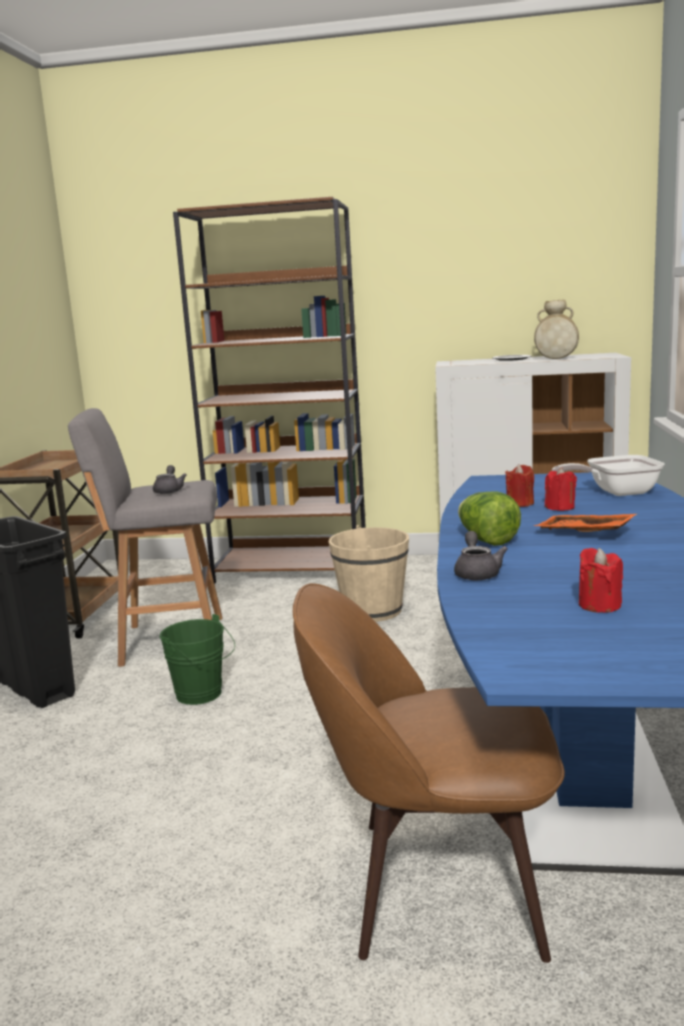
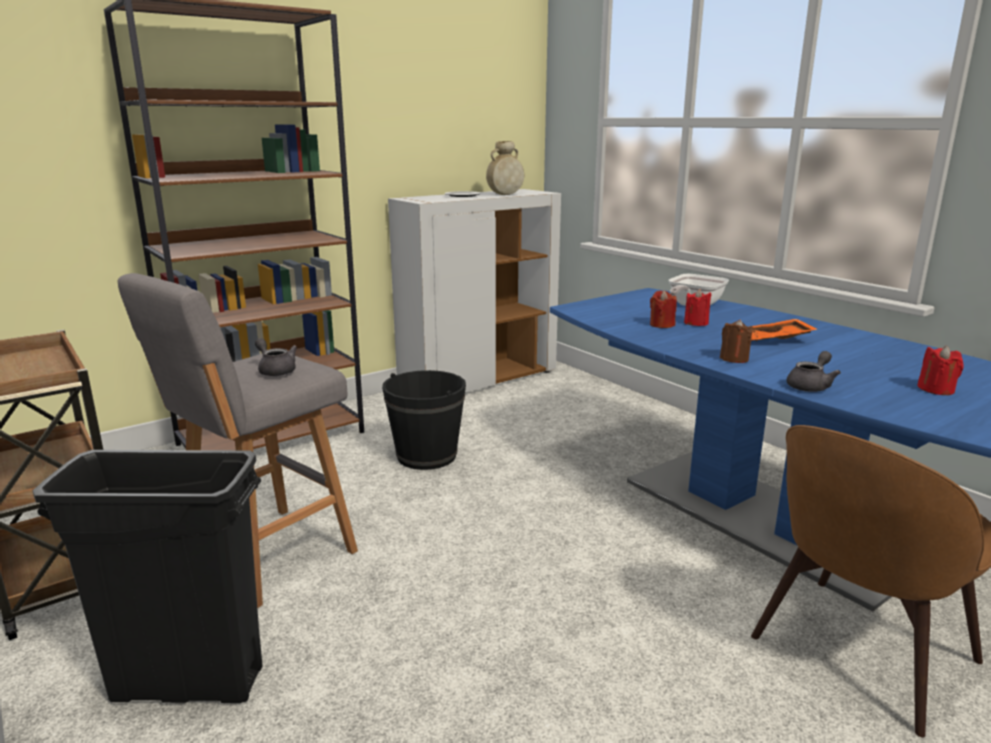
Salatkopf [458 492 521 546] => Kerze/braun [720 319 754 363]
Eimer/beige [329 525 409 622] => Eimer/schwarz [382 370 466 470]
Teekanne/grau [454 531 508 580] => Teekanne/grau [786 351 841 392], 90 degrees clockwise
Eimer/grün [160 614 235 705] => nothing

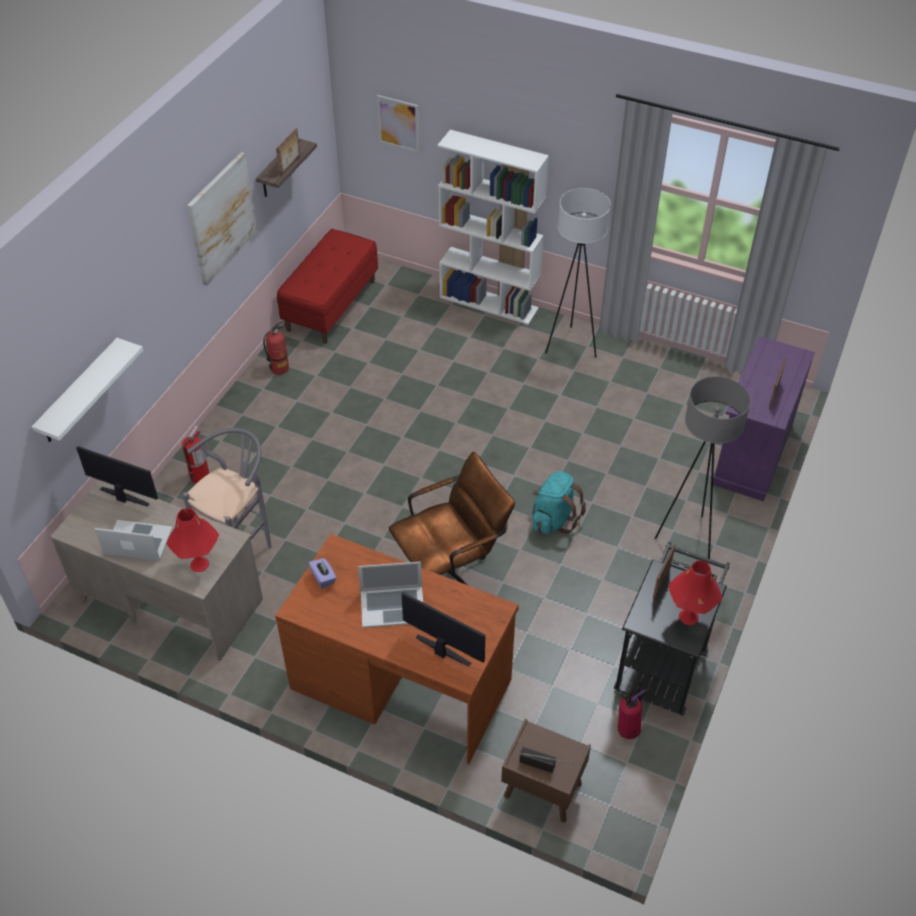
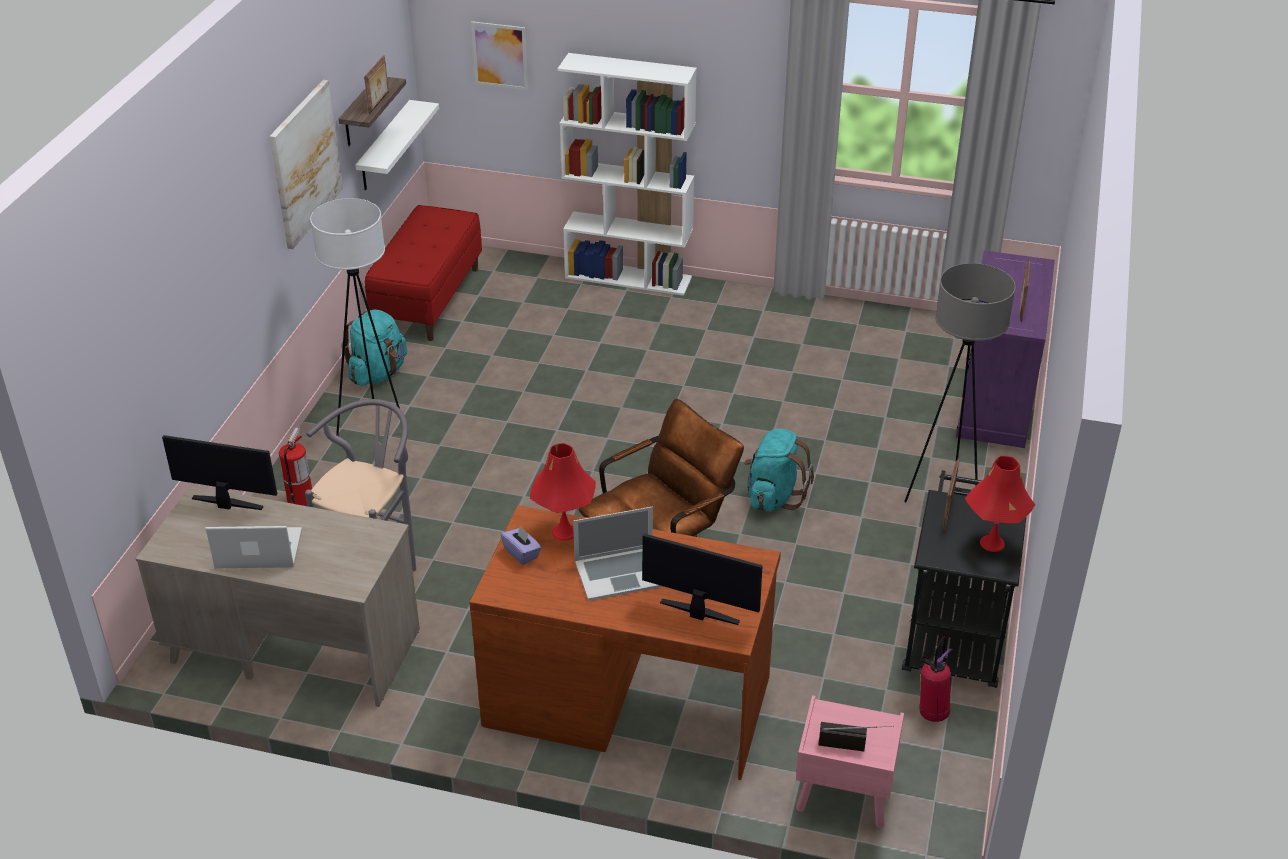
Stehlampe/weiß [545 188 611 357] => Stehlampe/weiß [310 198 400 436], relocated
Feuerlöscher [263 320 289 375] => Rucksack/türkis [341 310 407 386]
Wandregal/weiß [32 338 143 442] => Wandregal/weiß [356 100 439 190], relocated
Tischlampe/rot [166 508 219 572] => Tischlampe/rot [530 443 596 541], relocated
Nachttisch/braun [501 718 591 823] => Nachttisch/rosa [796 695 904 828]

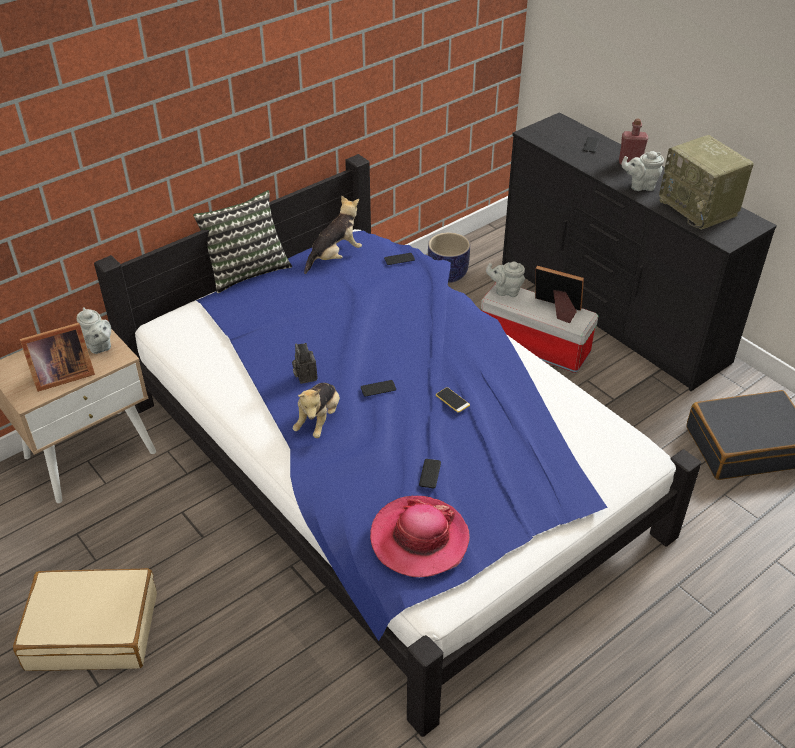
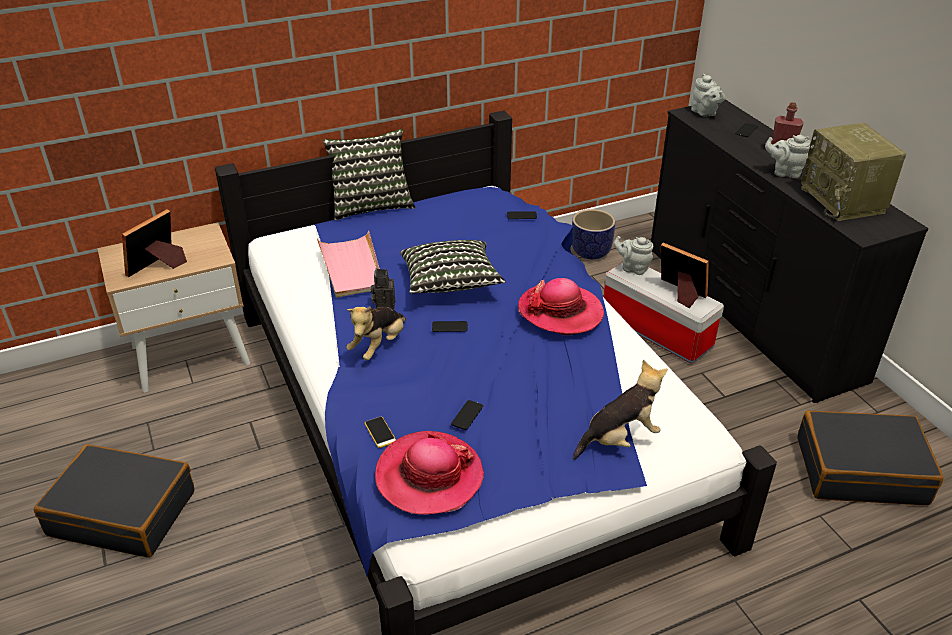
Plüschtier [304 195 362 274] => Plüschtier [573 360 668 460], relocated
Teekanne/grau [77 307 111 354] => Teekanne/grau [691 74 725 117], relocated
Bilderrahmen [20 323 95 392] => Bilderrahmen [122 209 187 277], 135 degrees clockwise
Handy [436 387 470 413] => Handy [365 417 396 448], relocated
Koffer/beige [13 568 157 671] => Koffer/schwarz [34 444 195 558]
nothing => Tablett/rosa [317 231 380 298]
nothing => Kissen [400 240 505 293]
nothing => Hut [518 278 604 336]

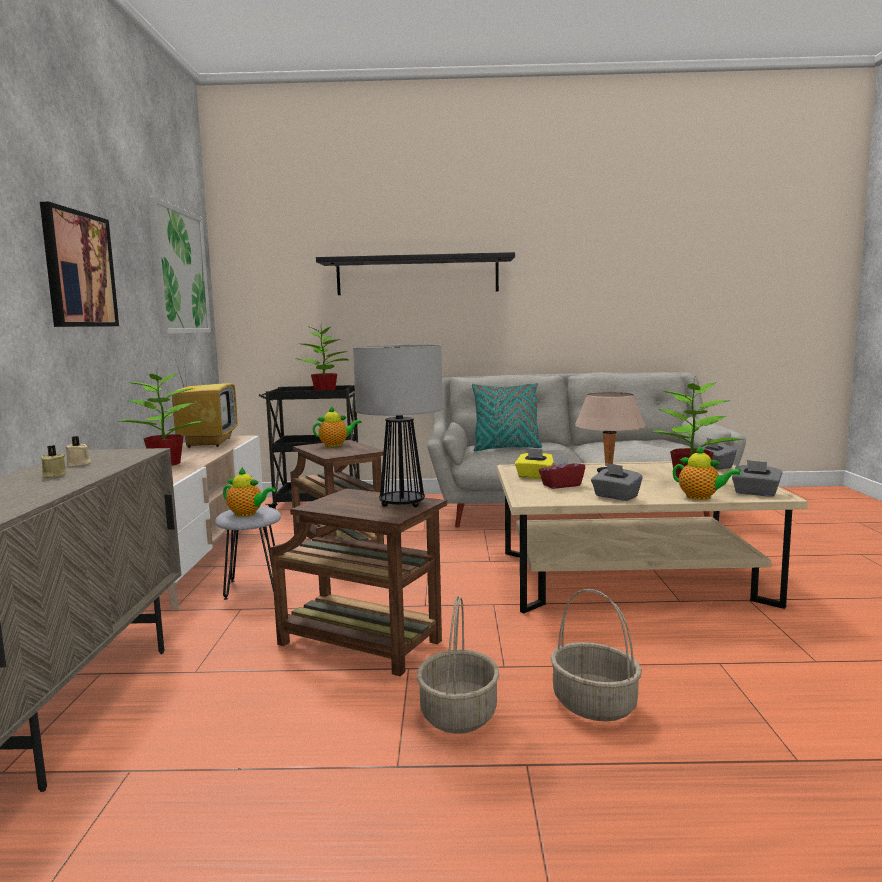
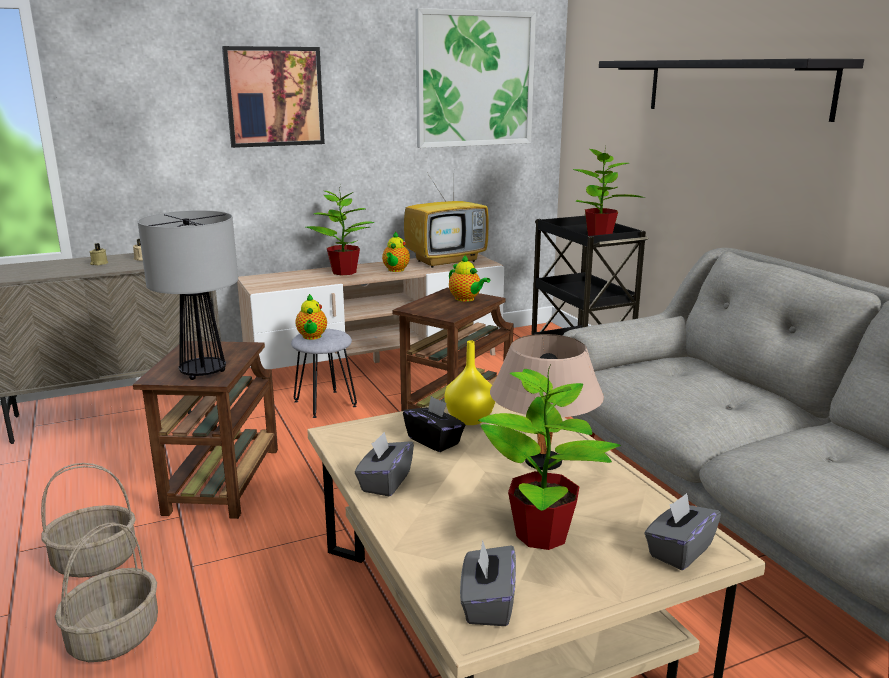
Kissen/türkis [472 383 542 451] => nothing
Teekanne [673 445 741 500] => Teekanne [382 232 410 272], relocated
Taschentuchbox/gelb [515 448 554 479] => Vase/gelb [444 340 495 425]
Taschentuchbox/rot [539 453 585 489] => Taschentuchbox/schwarz [403 396 466 452]

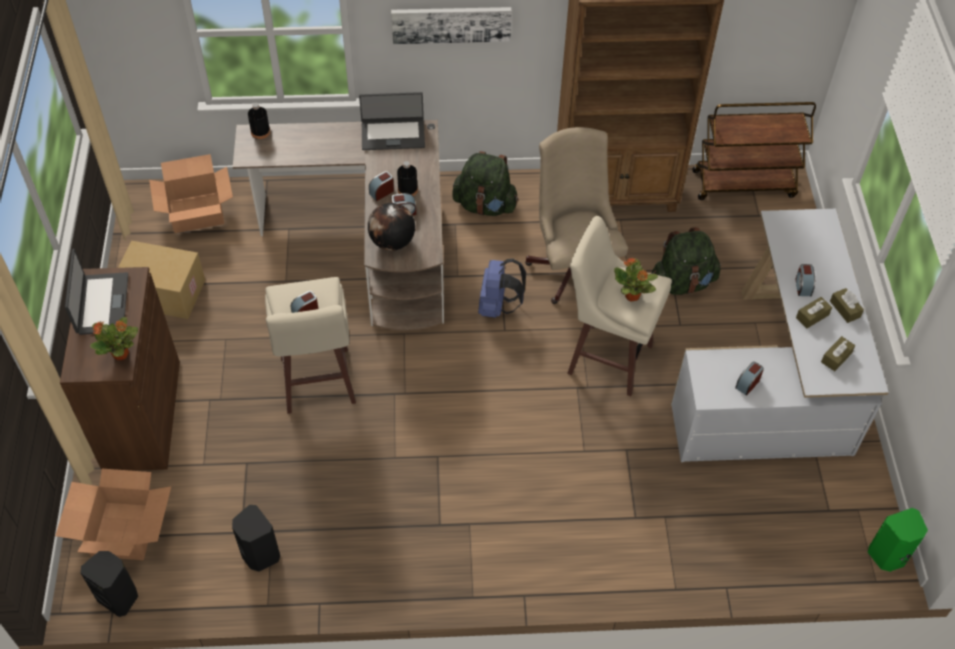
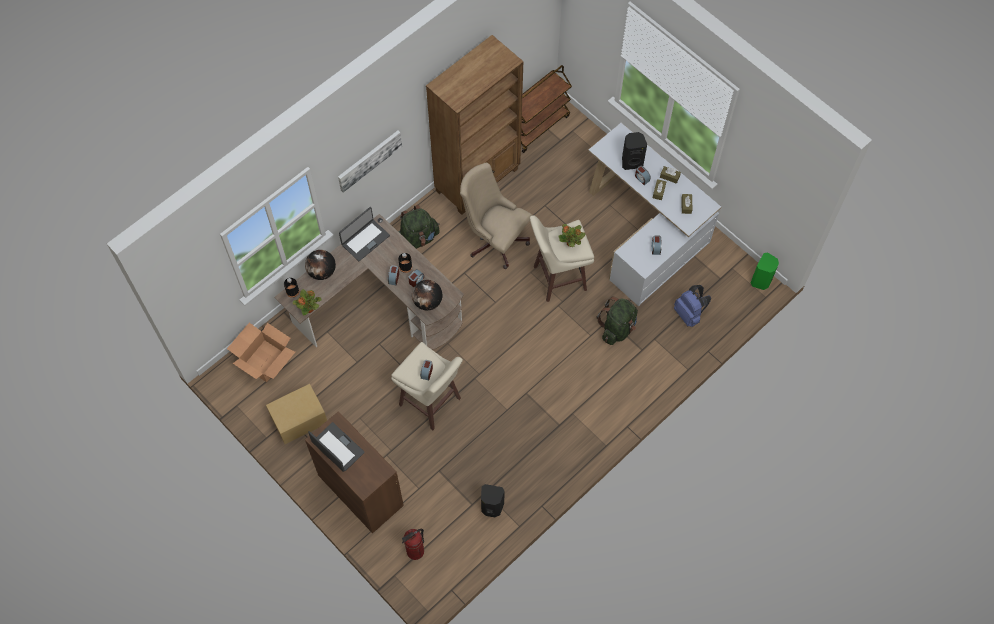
Rucksack/grün [651 227 721 295] => Rucksack/grün [596 297 638 345], relocated
Rucksack/blau [478 259 526 318] => Rucksack/blau [674 285 711 327], relocated
Topfpflanze [90 317 138 360] => Topfpflanze [293 289 322 316], relocated
Karton [55 469 171 560] => Feuerlöscher [402 529 424 560]
Lautsprecher/schwarz [81 551 138 617] => Lautsprecher/schwarz [622 132 647 170], relocated
nothing => Globus [305 250 336 280]

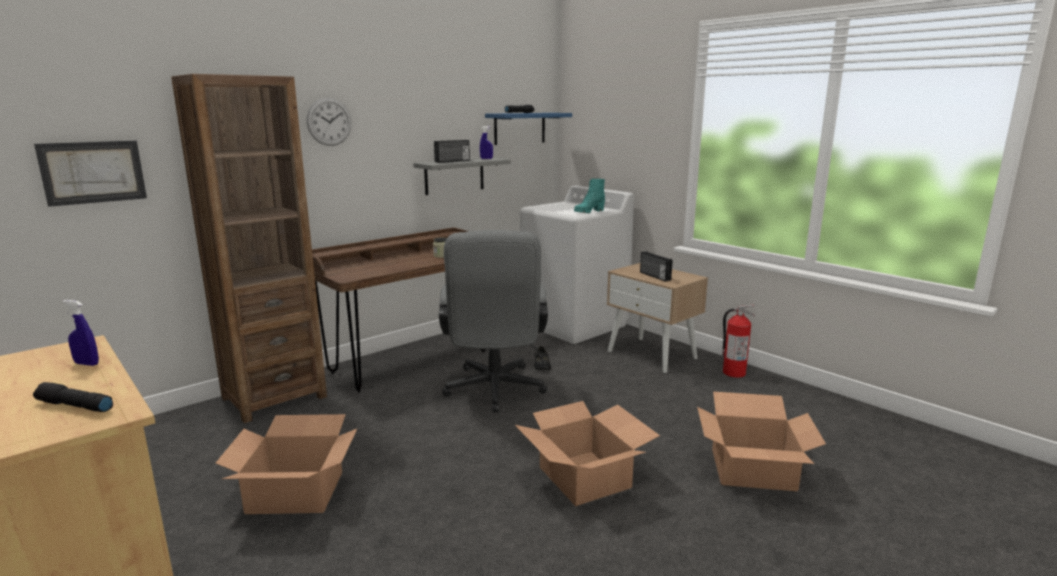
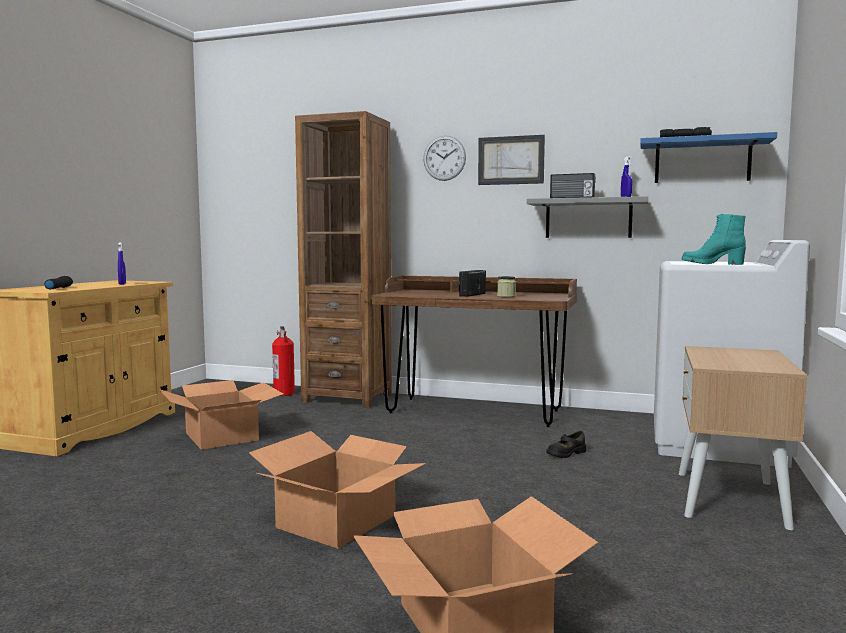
Bild [34 141 147 207] => Bild [478 135 545 185], relocated
Bürostuhl/grau [439 230 548 412] => nothing
Radio [640 251 673 282] => Radio [459 270 486 297], relocated
Feuerlöscher [723 304 755 378] => Feuerlöscher [272 326 295 396], relocated

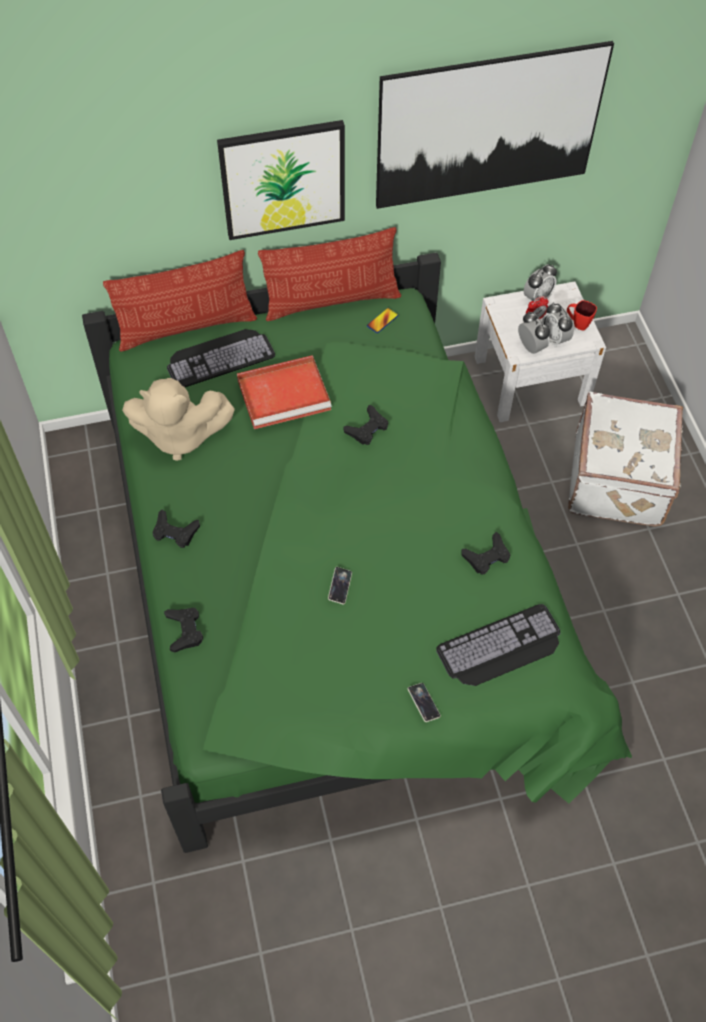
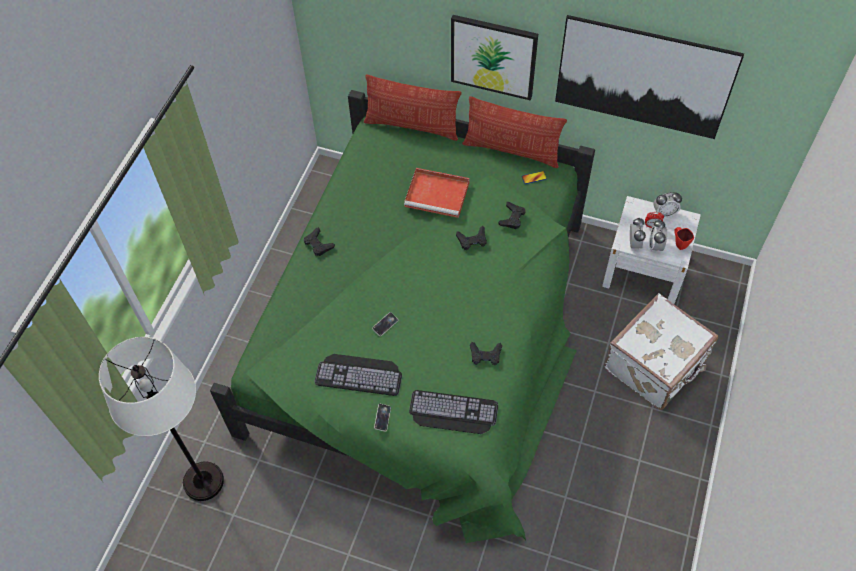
Tastatur [167 329 275 387] => Tastatur [315 354 402 396], relocated
Plüschtier/beige [122 378 235 461] => nothing
Gamepad/schwarz [164 608 203 652] => Gamepad/schwarz [498 202 526 229], relocated
nothing => Stehlampe/weiß [99 337 224 501]

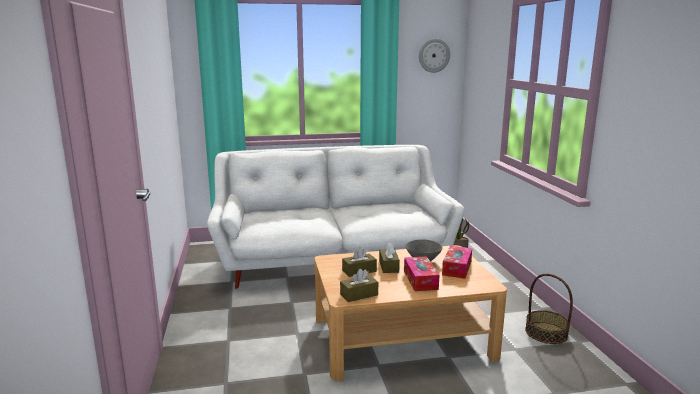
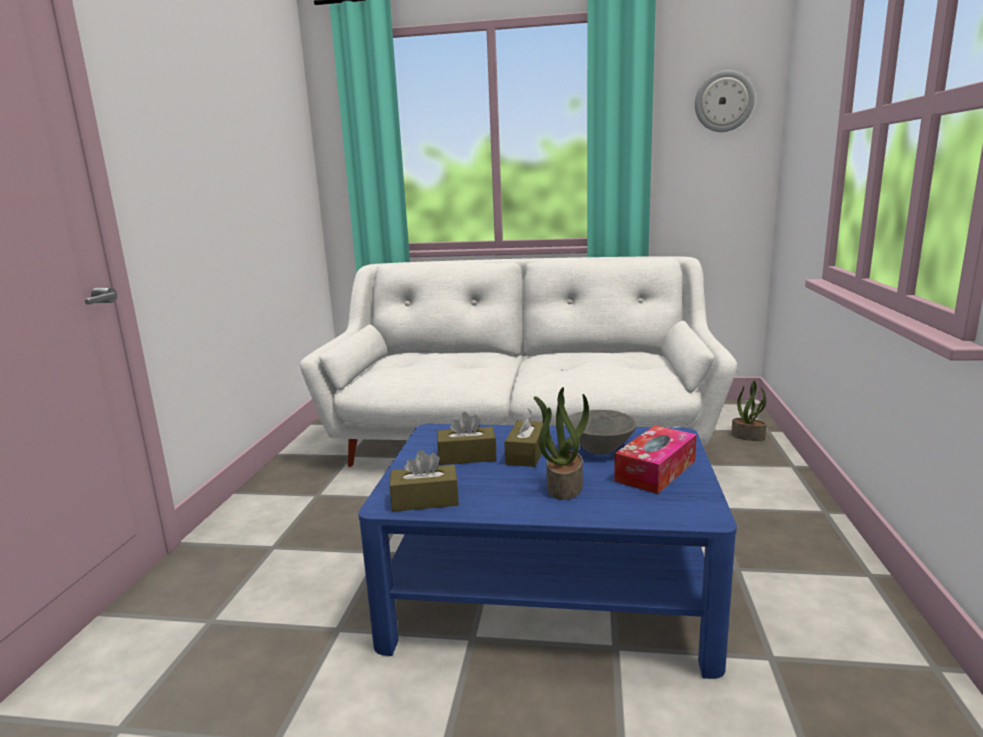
Couchtisch/beige [314 245 507 381] => Couchtisch/blau [358 424 737 679]
Taschentuchbox [404 256 439 291] => Topfpflanze [534 387 589 500]
Korb [525 274 573 344] => nothing

